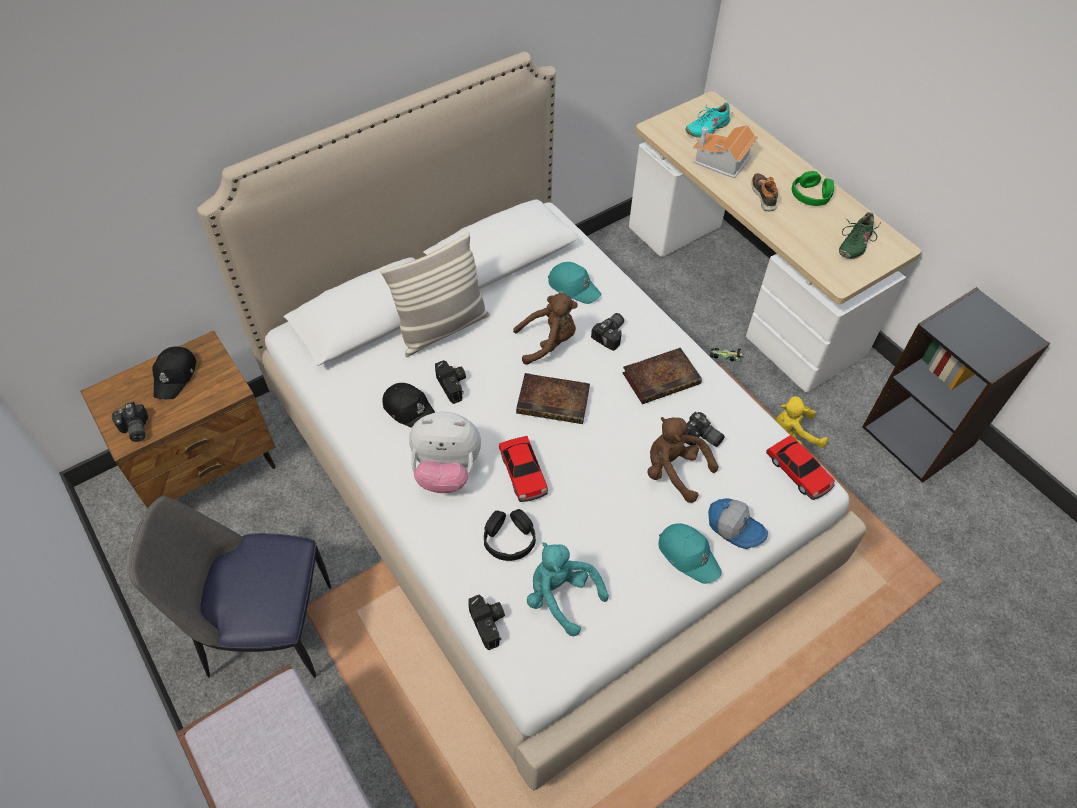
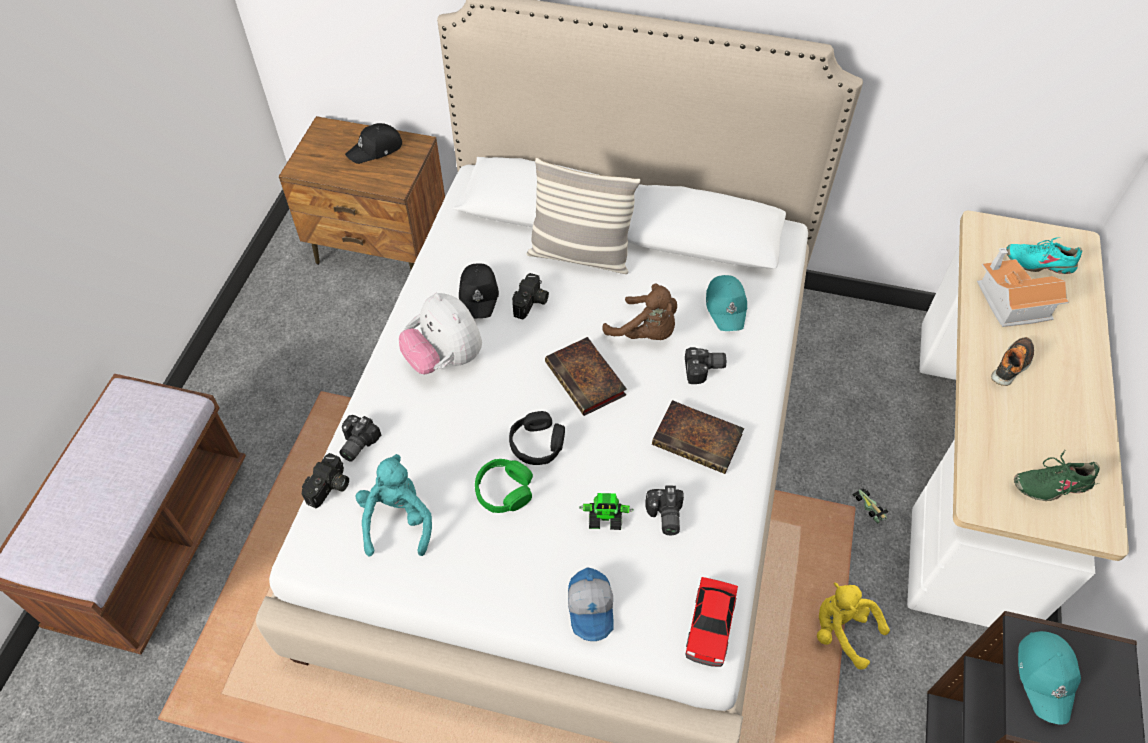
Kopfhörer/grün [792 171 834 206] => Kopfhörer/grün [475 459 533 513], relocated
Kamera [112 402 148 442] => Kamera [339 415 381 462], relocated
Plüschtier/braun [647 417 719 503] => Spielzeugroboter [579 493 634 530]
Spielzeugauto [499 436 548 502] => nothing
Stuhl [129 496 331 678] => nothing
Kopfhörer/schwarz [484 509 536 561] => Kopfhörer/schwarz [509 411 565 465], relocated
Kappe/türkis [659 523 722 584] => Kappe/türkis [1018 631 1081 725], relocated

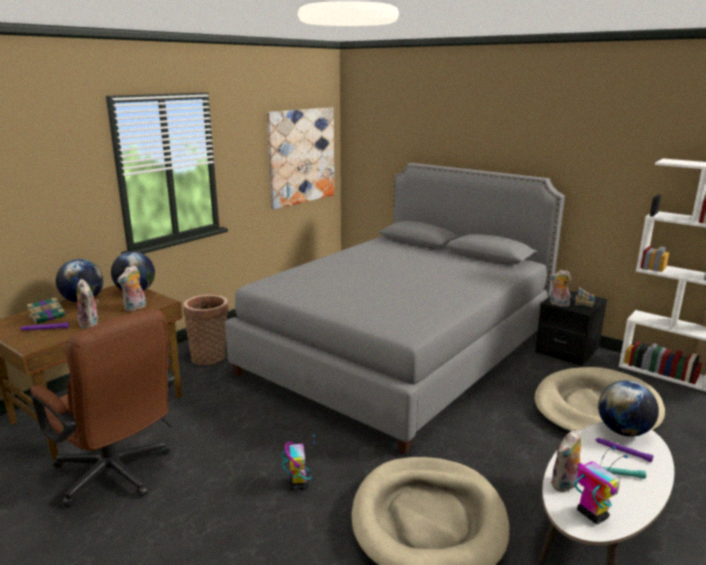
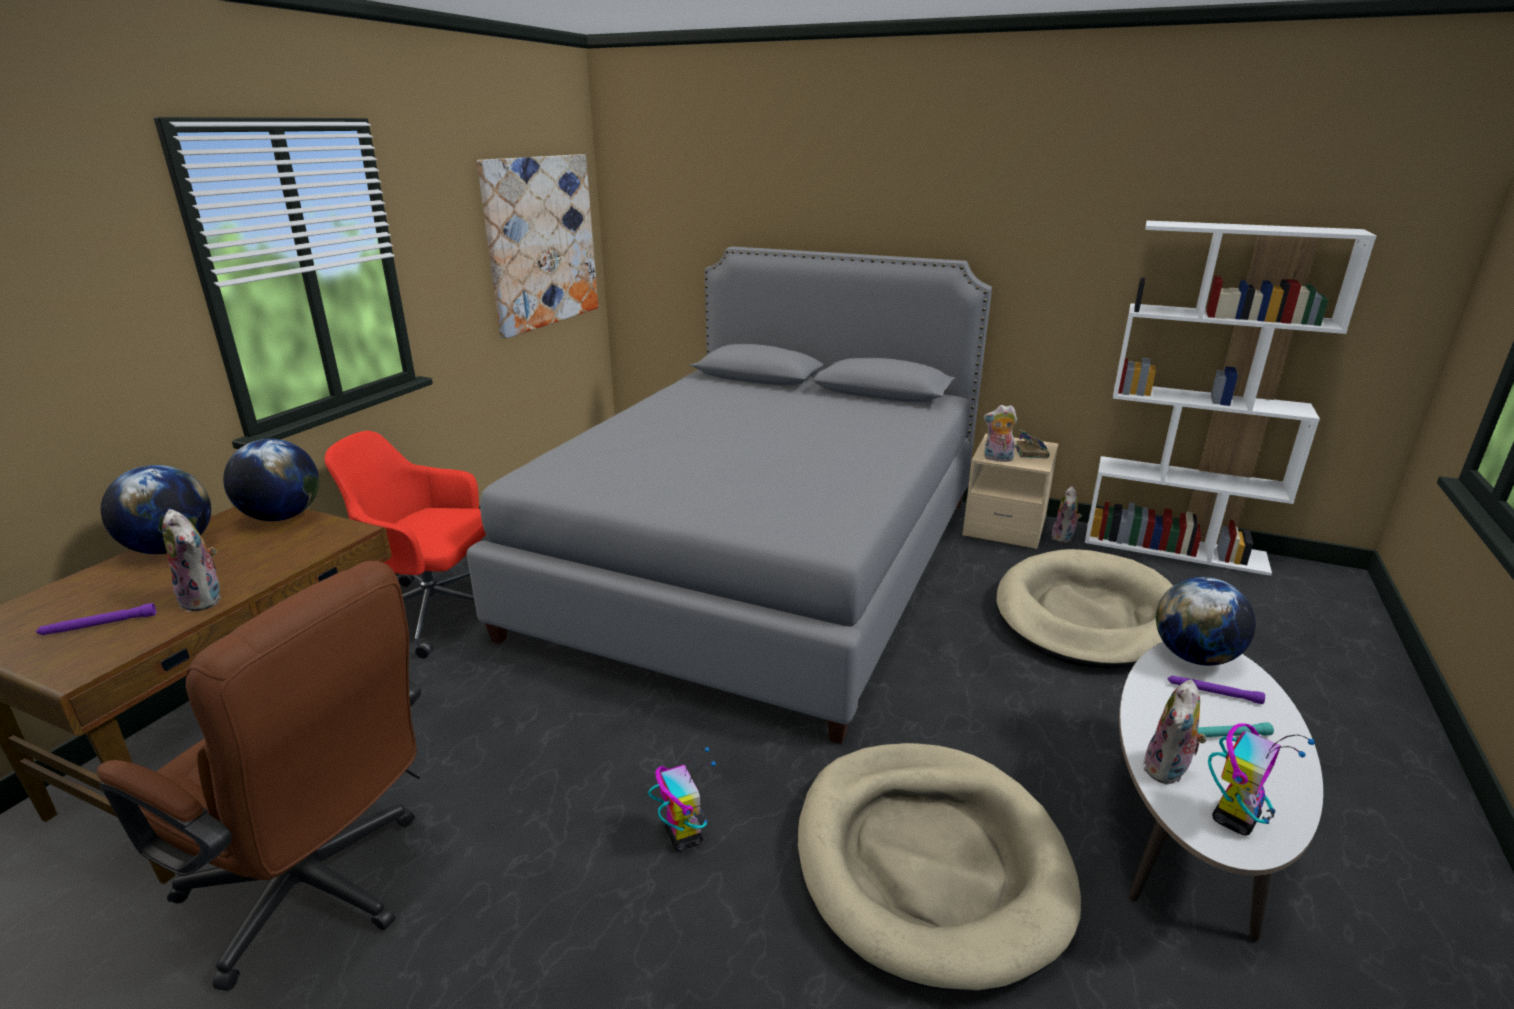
Plüschtier [117 265 146 312] => Plüschtier [1052 486 1082 543], relocated
Nachttisch/schwarz [535 291 607 366] => Nachttisch/beige [963 434 1058 549]
Korb [183 295 228 365] => Bürostuhl/rot [324 431 486 659]
Buch [27 297 69 324] => nothing
Spielzeugroboter [574 446 628 524] => Spielzeugroboter [1208 723 1315 836], 90 degrees clockwise

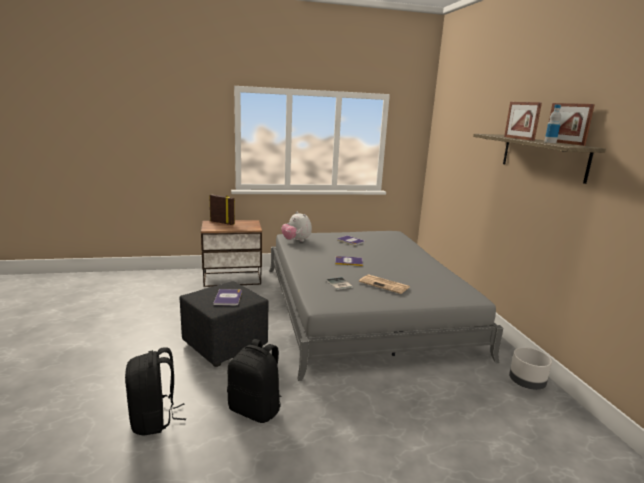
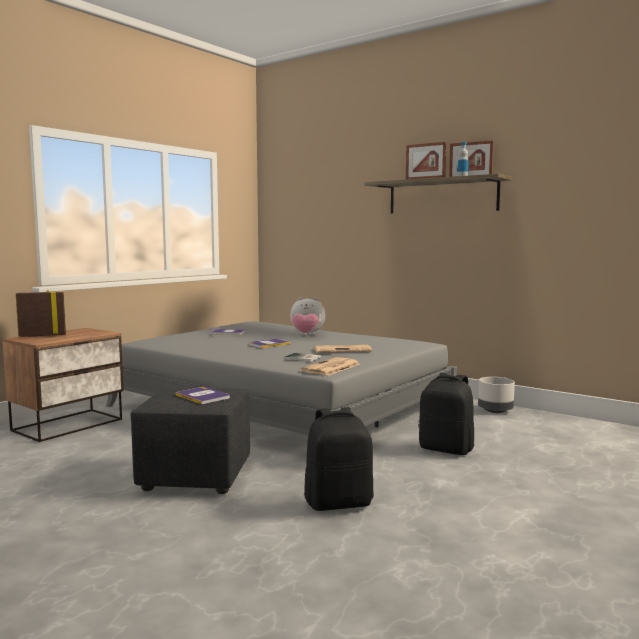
Plüschtier [281 212 312 242] => Plüschtier [290 297 325 335], relocated
Rucksack/schwarz [125 347 186 436] => Rucksack/schwarz [419 373 474 455], relocated
nothing => Zeitung [300 357 360 376]

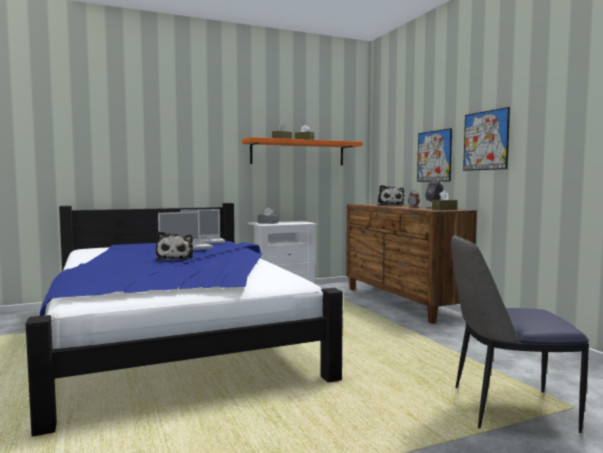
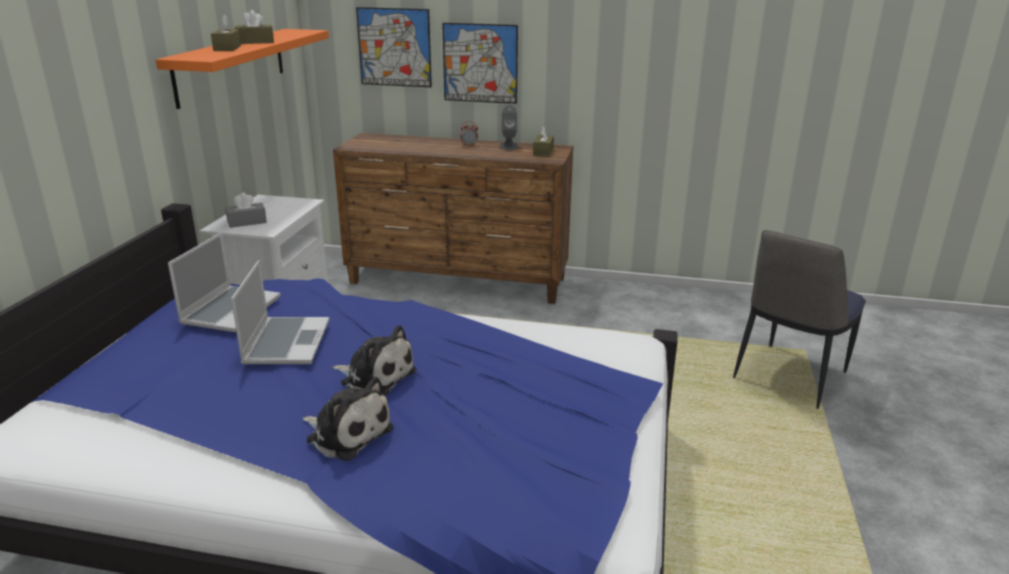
Bild [463 107 510 171] => Bild [356 7 432 87], relocated
Plüschtier [377 185 404 205] => Plüschtier [302 377 394 461], relocated

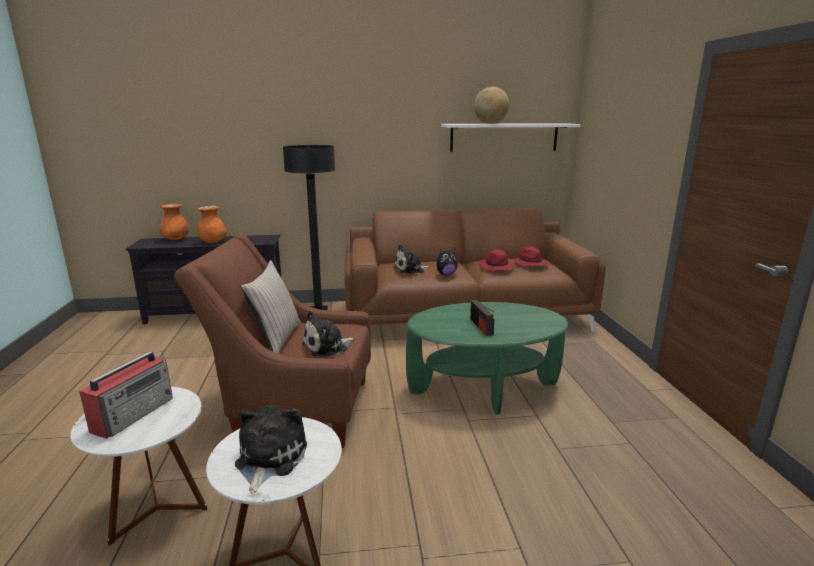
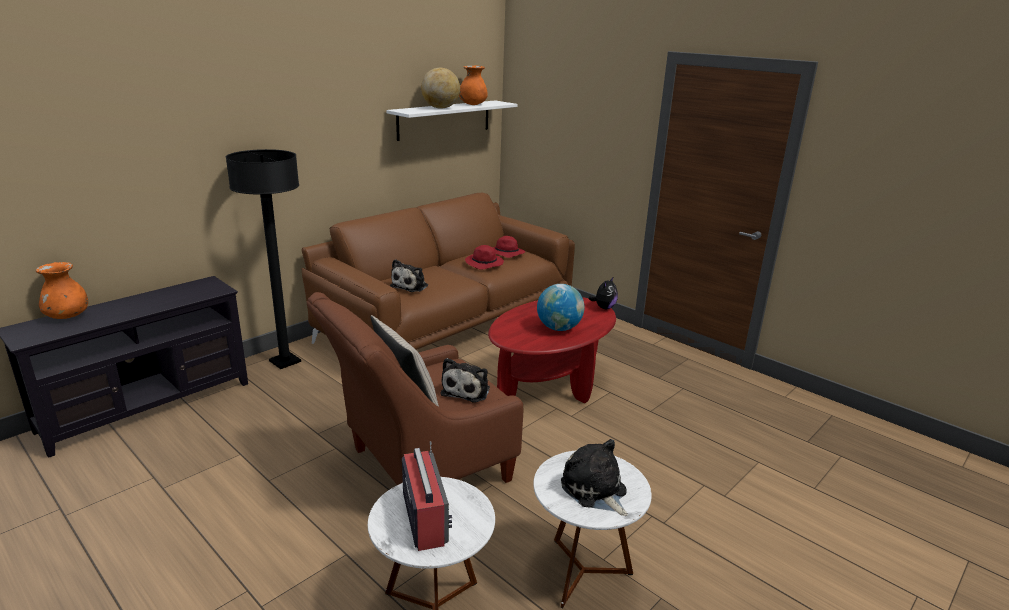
Vase/orange [197 206 227 243] => Vase/orange [459 66 488 105], relocated
Plüschtier [436 249 458 275] => Plüschtier [588 276 618 309], relocated
Radio [470 300 494 336] => Globus [537 284 585 331]
Couchtisch/grün [406 302 568 415] => Couchtisch/rot [488 297 616 403]

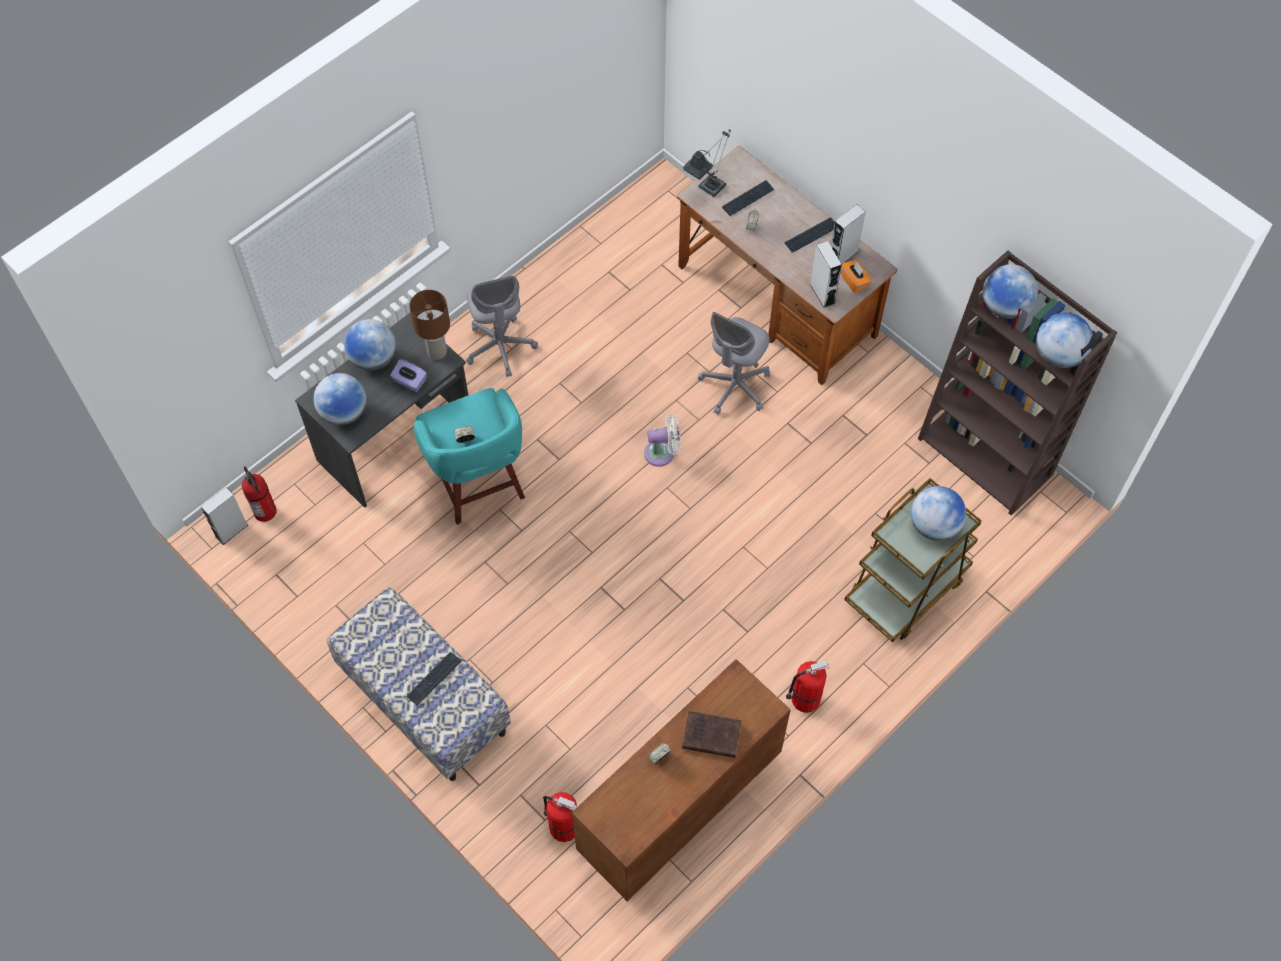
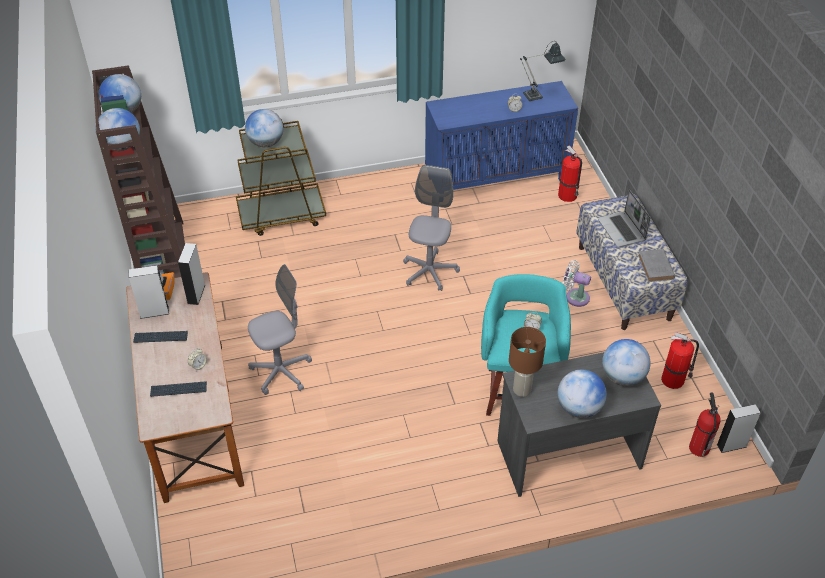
Tischlampe [683 129 731 197] => Tischlampe [520 41 565 101], relocated
Bürostuhl/grau [466 276 538 377] => Bürostuhl/grau [403 165 460 291], relocated
Taschentuchbox/lila [390 359 427 392] => nothing
Ventilator/weiß [644 414 681 467] => Ventilator/weiß [563 260 591 307], relocated
Tastatur [406 651 462 706] => Laptop [598 189 651 247]
Schrank/braun [572 659 791 902] => Schrank/blau [425 81 578 190]
Feuerlöscher [786 660 830 713] => Feuerlöscher [661 332 699 389], relocated
Buch/braun [682 711 742 758] => nothing
nothing => Buch/grau [638 249 675 282]

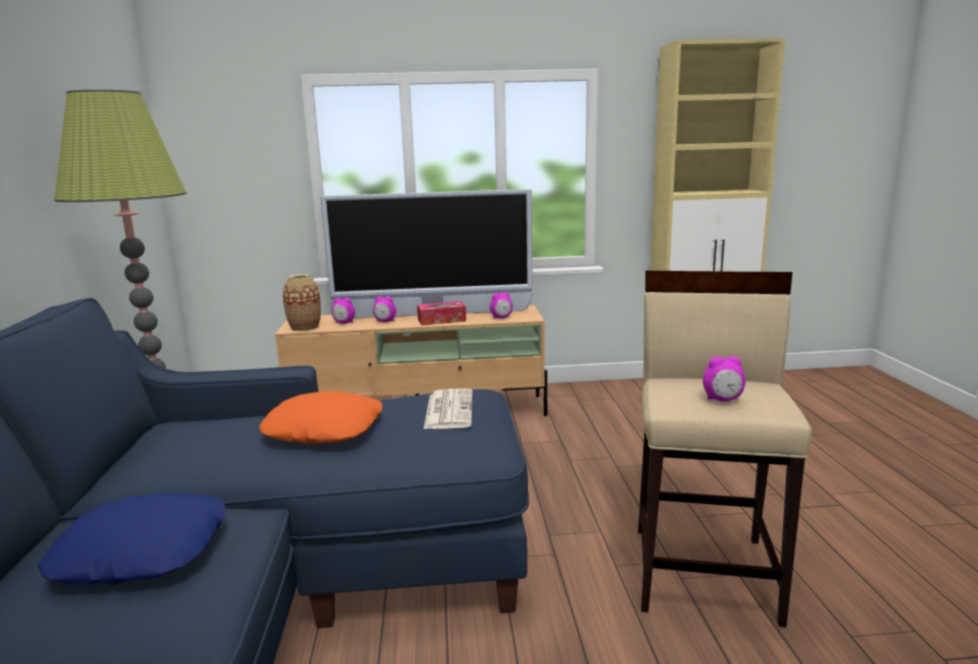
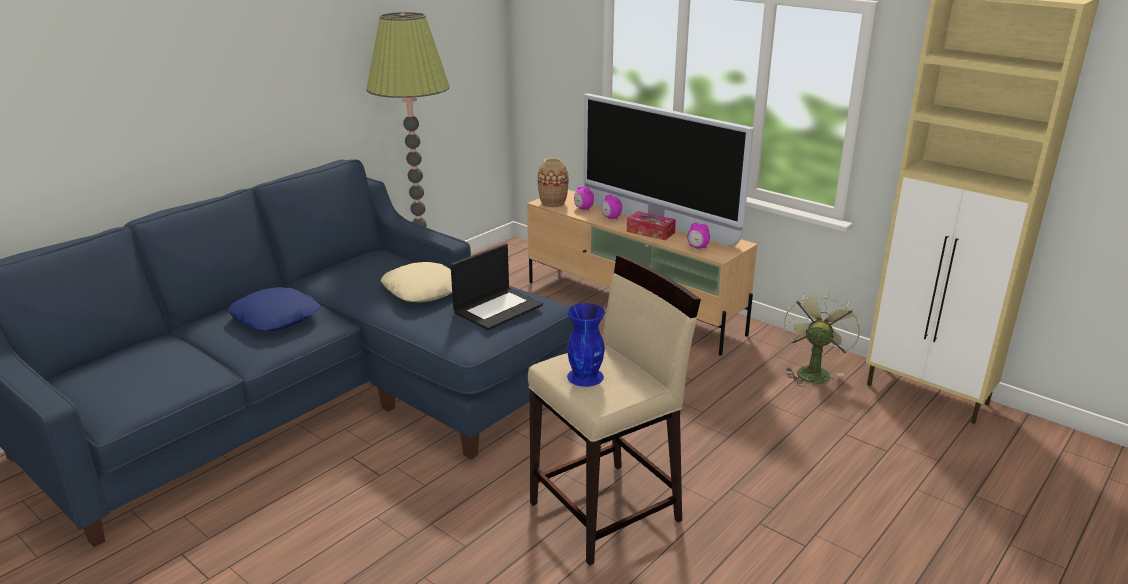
Wecker [703 356 746 402] => Vase/blau [567 303 605 387]
Zeitung [424 389 472 429] => Laptop [450 243 543 330]
Kissen/orange [259 391 382 444] => Kissen/beige [381 262 452 302]
nothing => Ventilator/grün [784 291 860 387]

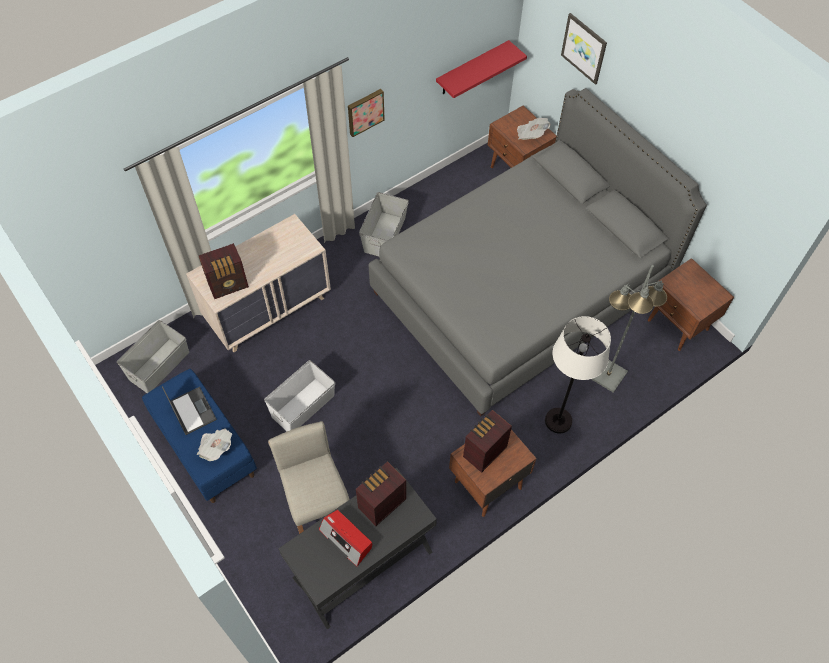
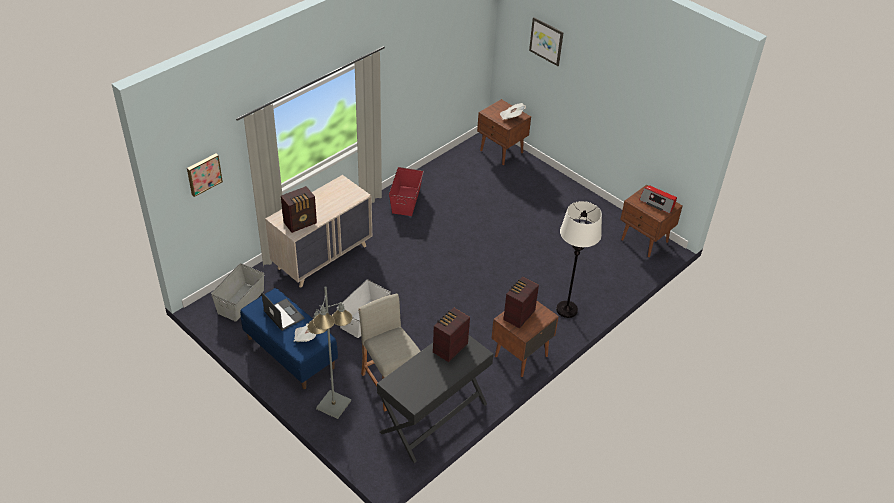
Wandregal/rot [436 40 527 98] => nothing
Bett/grau [368 88 707 416] => nothing
Bild [348 89 385 137] => Bild [187 154 223 197], relocated
Aufbewahrungsbox/grau [359 192 409 256] => Aufbewahrungsbox/rot [389 167 424 216]
Stehlampe/grau [591 265 667 393] => Stehlampe/grau [307 286 352 419], relocated
Radio [319 510 372 567] => Radio [639 185 677 214], relocated

